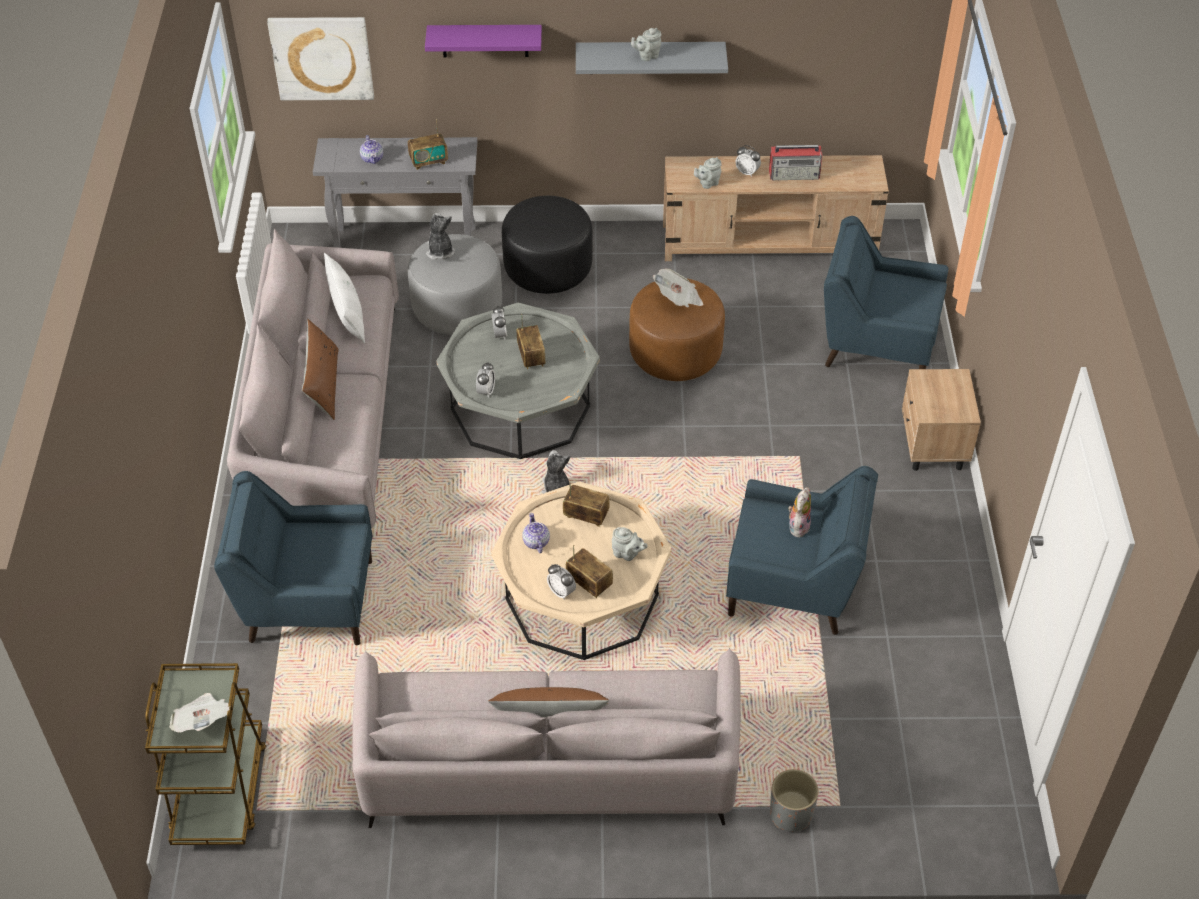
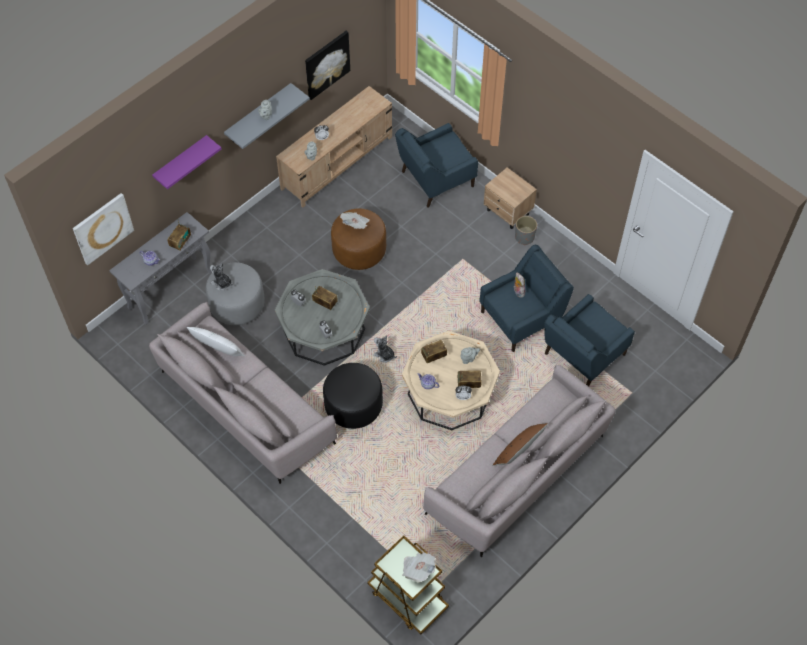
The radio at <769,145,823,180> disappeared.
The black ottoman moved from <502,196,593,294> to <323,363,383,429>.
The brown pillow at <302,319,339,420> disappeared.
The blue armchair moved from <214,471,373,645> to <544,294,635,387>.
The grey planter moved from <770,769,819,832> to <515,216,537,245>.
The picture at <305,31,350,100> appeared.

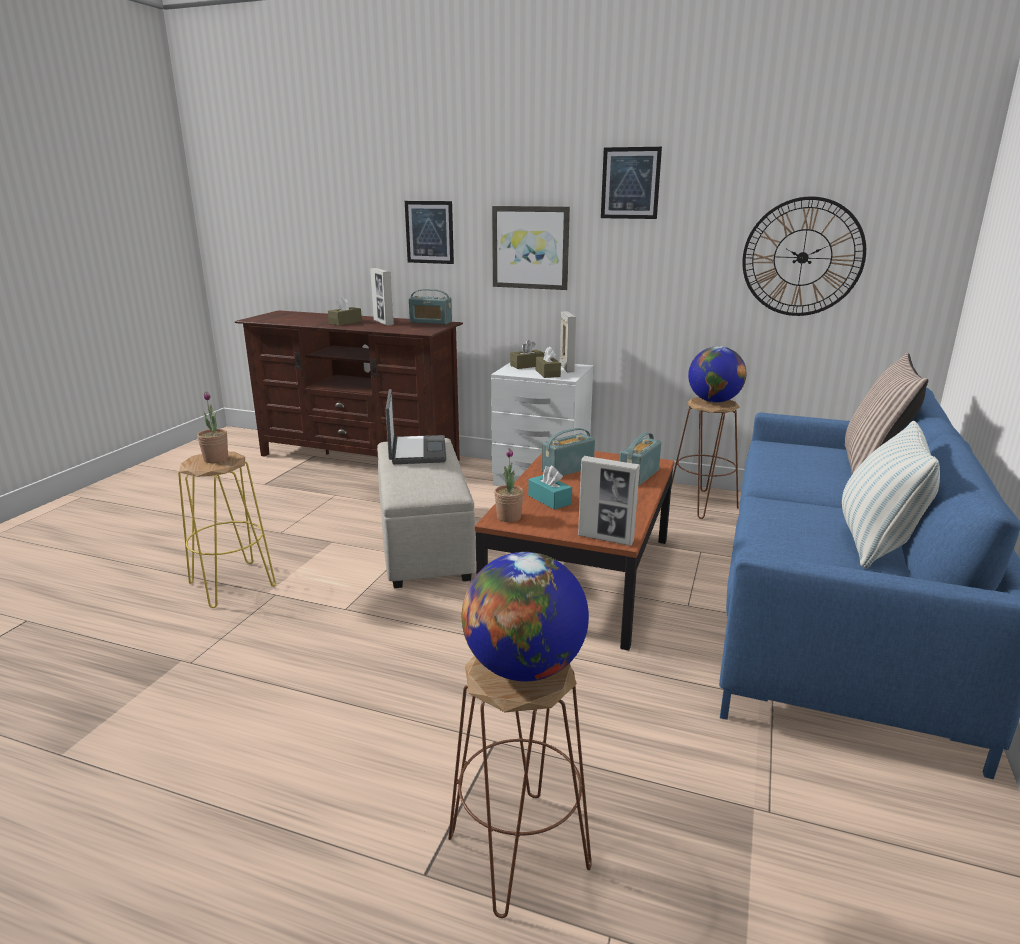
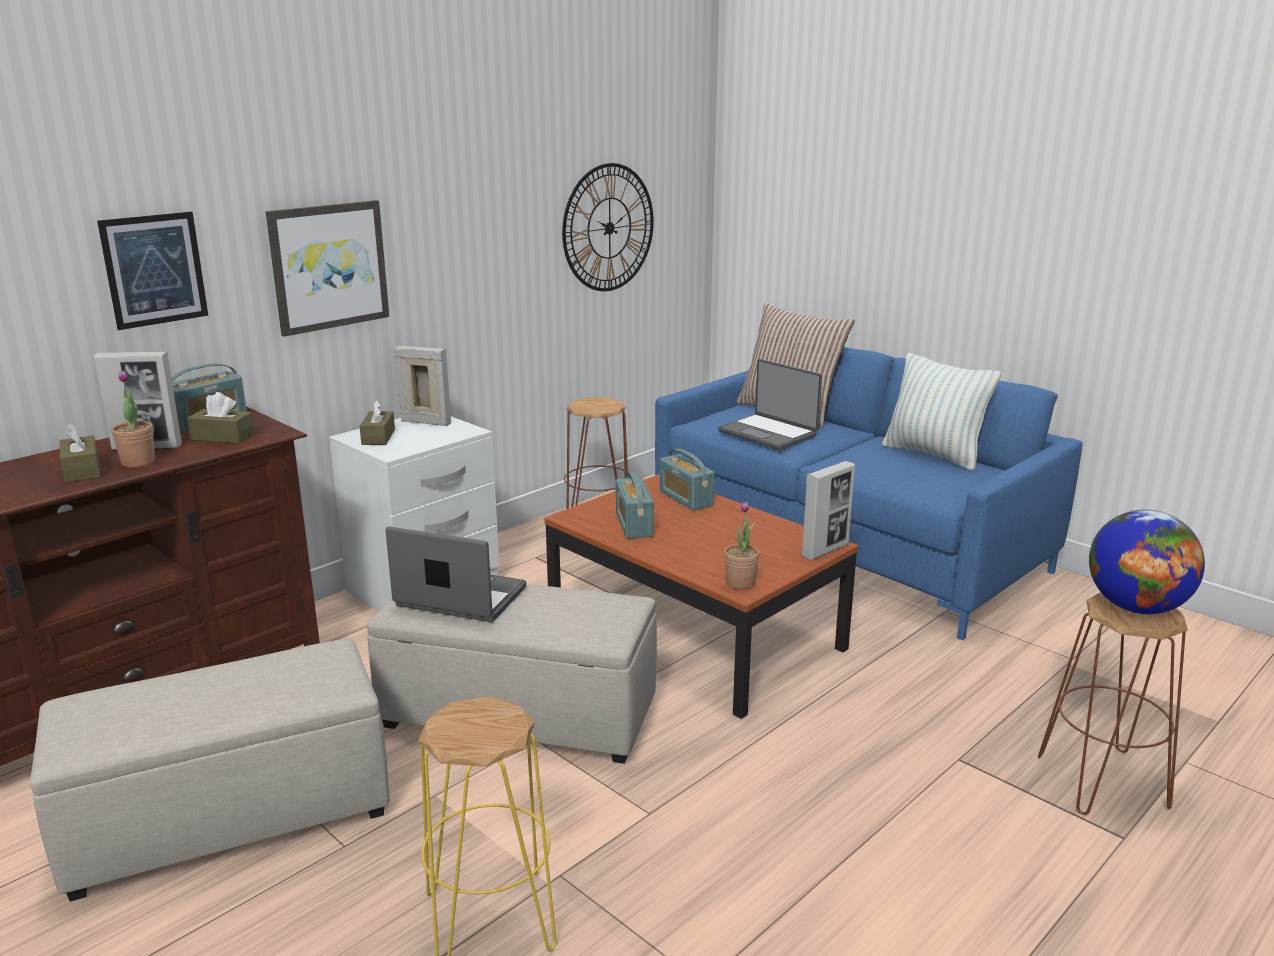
The picture at <601,147,662,219> disappeared.
The brown tissue box moved from <536,346,561,378> to <187,392,255,444>.
The globe at <688,346,746,403> disappeared.
The potted plant moved from <197,392,228,463> to <111,371,155,468>.
The turquoise tissue box at <528,465,572,510> disappeared.
The laptop at <718,359,822,450> appeared.
The beige ottoman at <30,639,390,901> appeared.

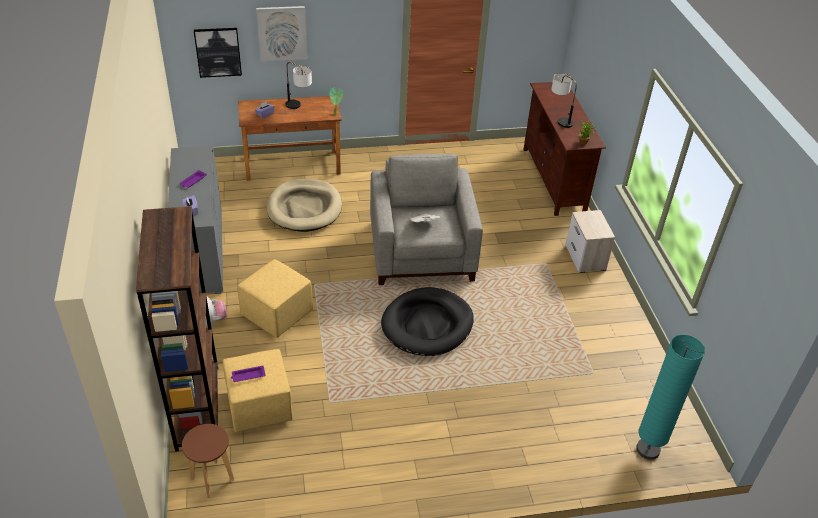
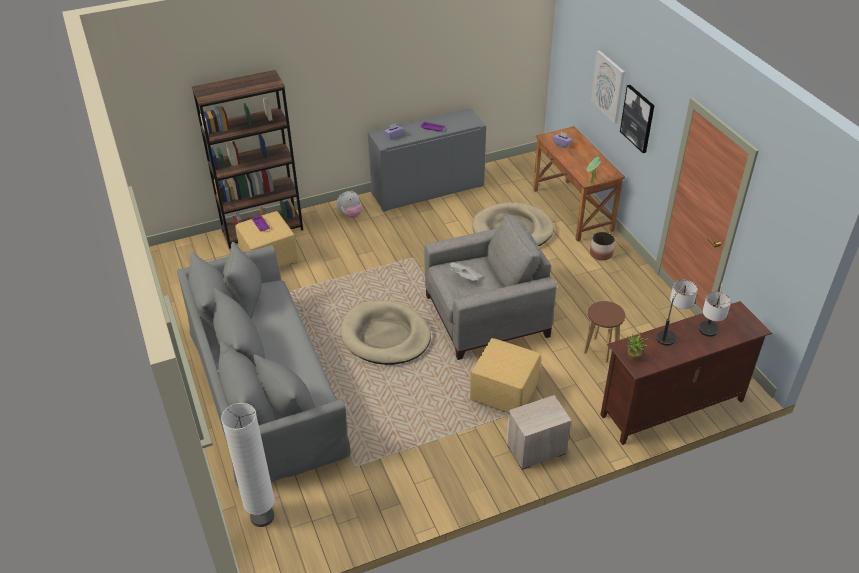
The picture moved from <194,28,242,78> to <620,85,654,153>.
The table lamp moved from <285,62,312,109> to <699,282,731,337>.
The yellow ottoman moved from <237,259,313,338> to <470,338,541,413>.
The black dog bed at <381,287,474,356> became the beige dog bed at <340,300,431,365>.
The turquoise floor lamp at <636,334,705,460> became the white floor lamp at <221,403,275,527>.
The brown stool moved from <182,424,234,498> to <584,301,625,362>.
The planter at <590,232,615,261> appeared.
The grey sofa at <177,242,351,488> appeared.

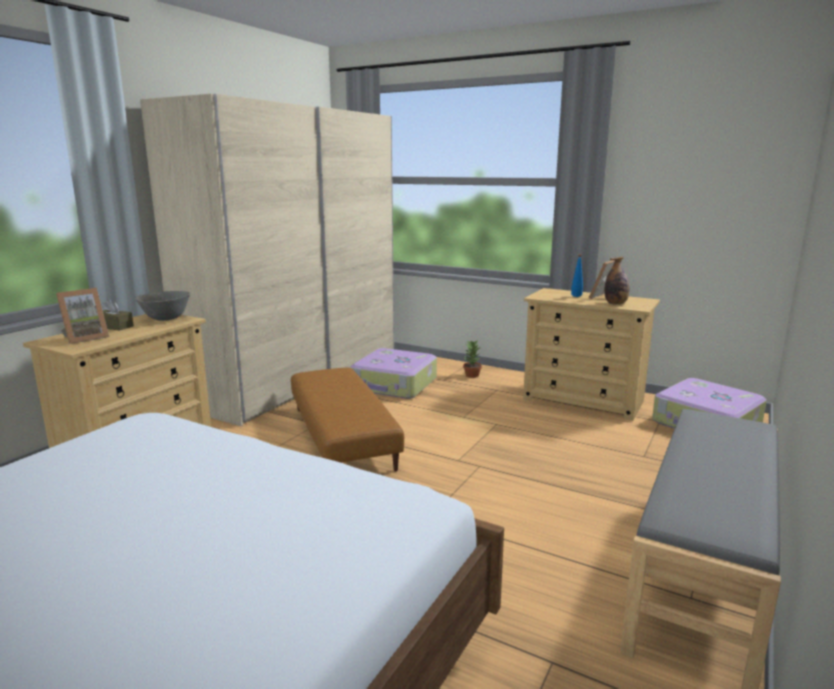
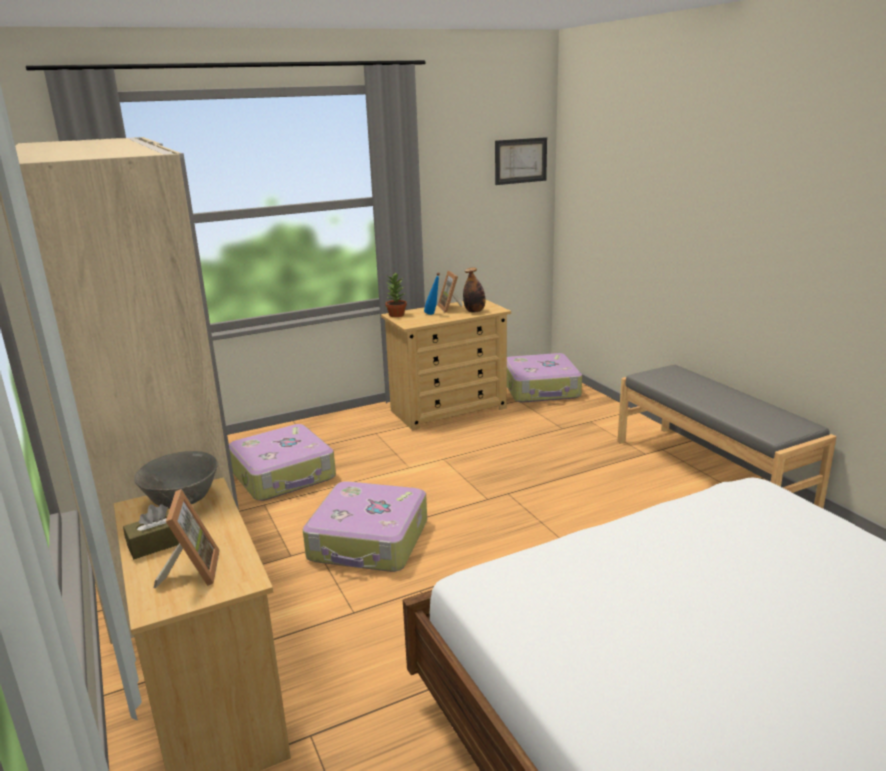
The potted plant moved from <463,341,482,378> to <385,272,407,317>.
The brown ottoman at <291,368,404,471> was replaced by the suitcase at <303,481,427,572>.
The picture at <495,137,547,185> appeared.

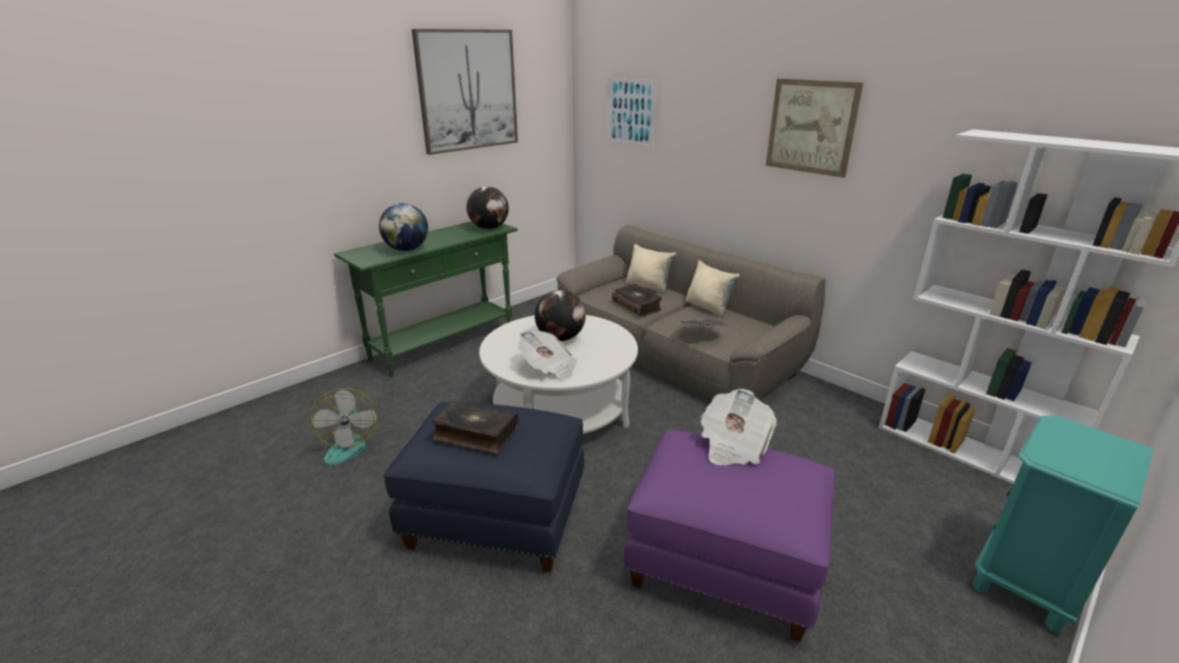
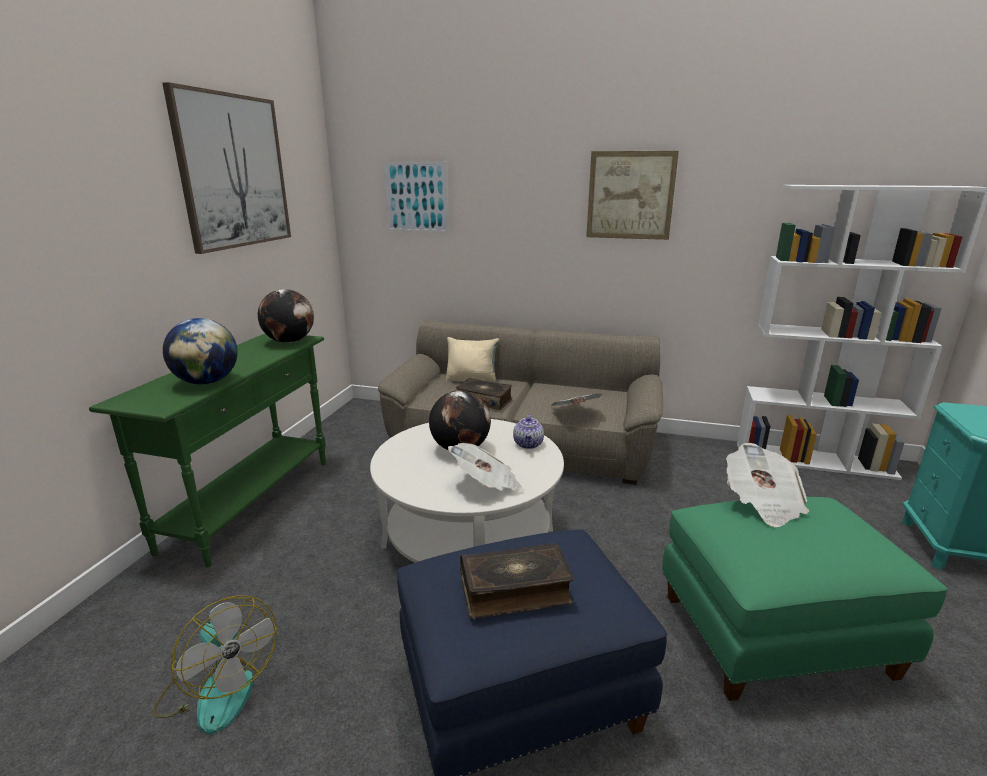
The beige pillow at <685,260,740,318> disappeared.
The purple ottoman at <624,430,835,642> became the green ottoman at <662,497,948,701>.
The teapot at <513,414,544,449> appeared.

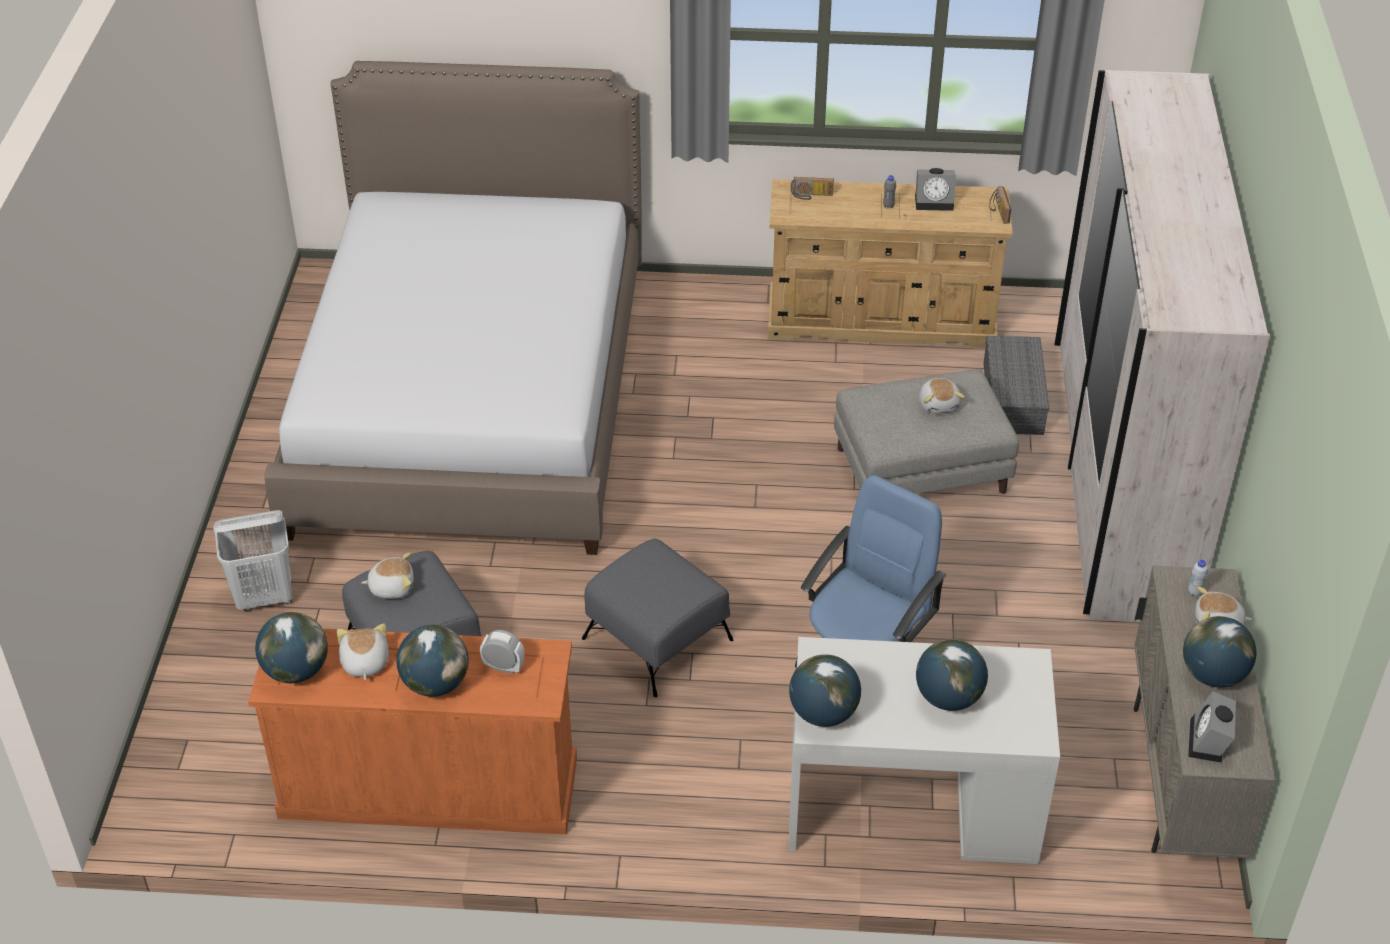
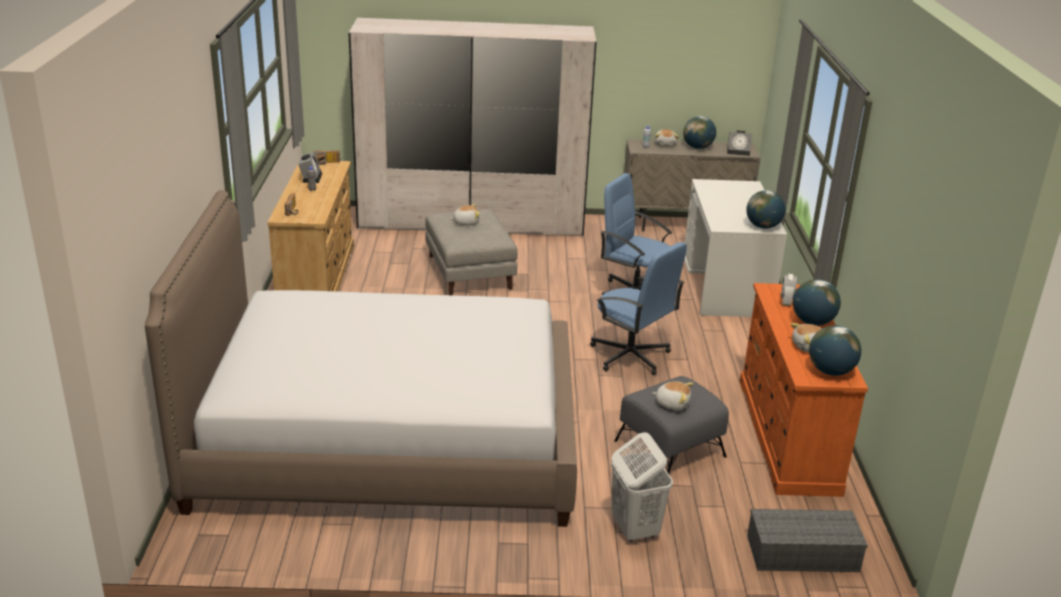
The grey storage box moved from <983,336,1049,435> to <747,509,868,572>.
The grey ottoman at <582,538,733,697> was replaced by the blue office chair at <590,242,687,375>.
The plush toy at <361,553,414,599> turned 120 degrees clockwise.
The globe at <916,639,988,711> disappeared.

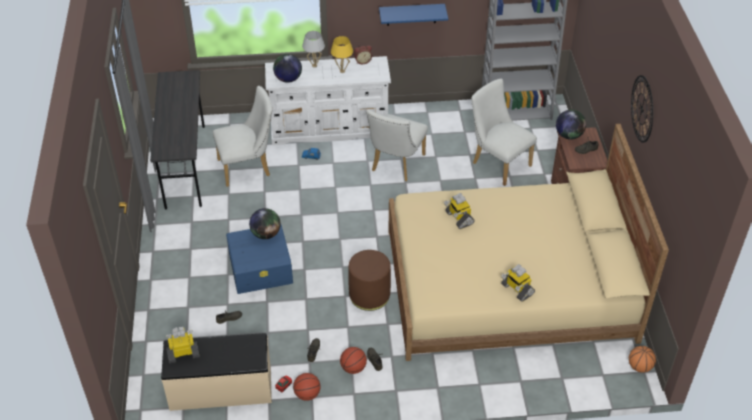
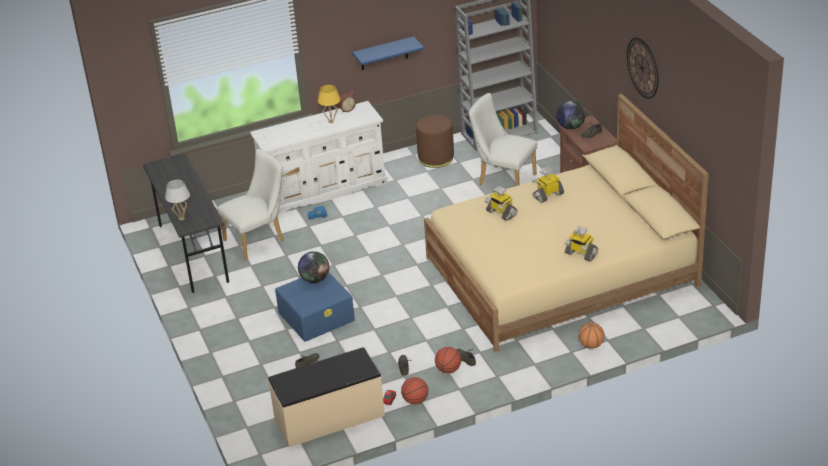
The white table lamp moved from <302,31,325,68> to <165,179,190,220>.
The globe at <273,54,302,83> disappeared.
The white chair at <366,110,428,181> disappeared.
The brown ottoman moved from <348,250,391,311> to <416,115,454,168>.
The toy robot moved from <166,327,200,363> to <532,167,564,203>.
The basketball moved from <629,346,656,373> to <578,322,605,349>.

